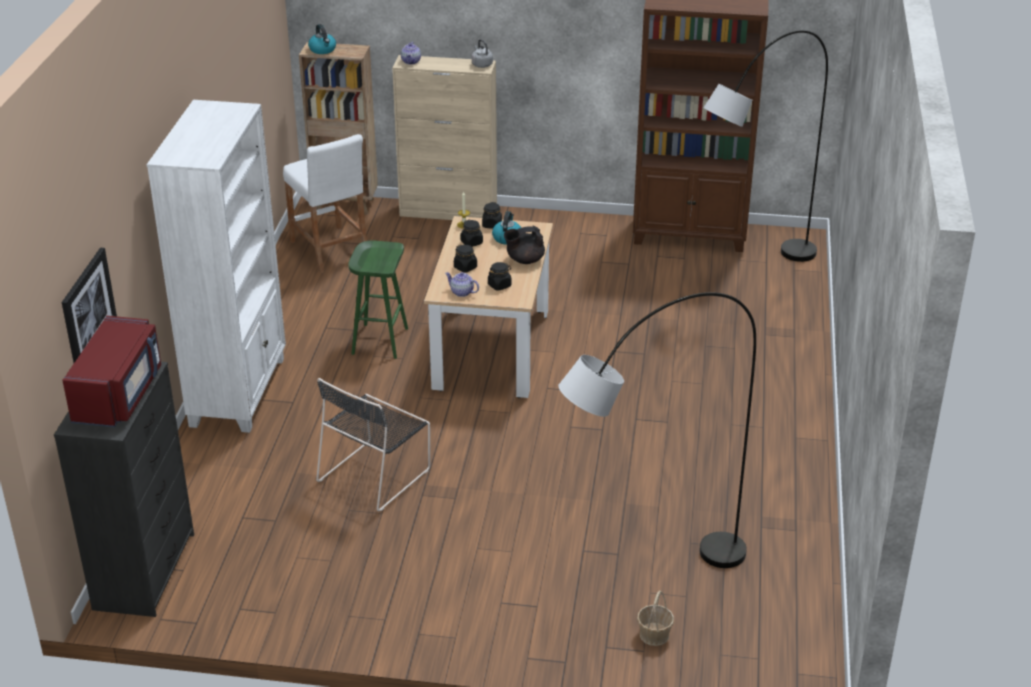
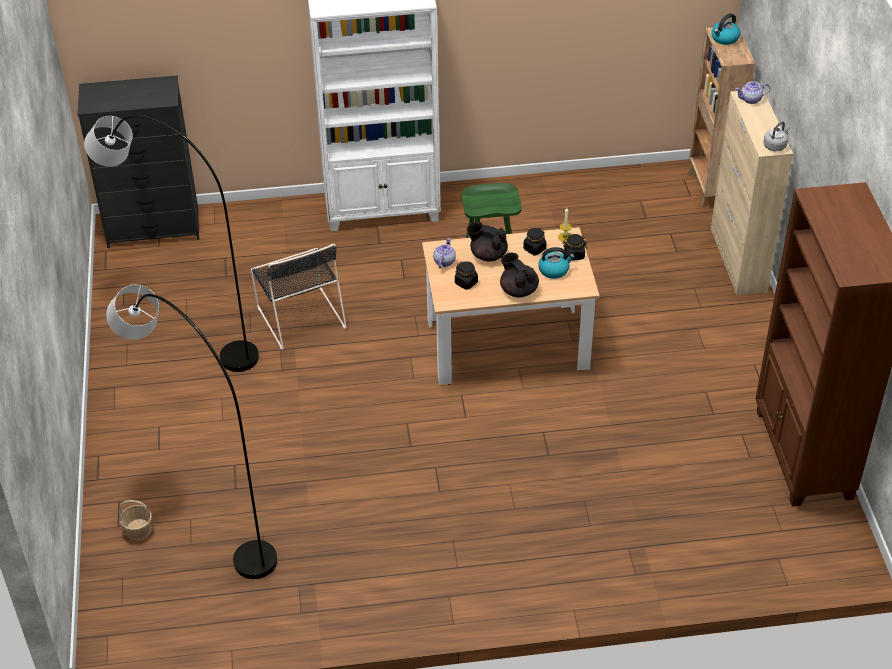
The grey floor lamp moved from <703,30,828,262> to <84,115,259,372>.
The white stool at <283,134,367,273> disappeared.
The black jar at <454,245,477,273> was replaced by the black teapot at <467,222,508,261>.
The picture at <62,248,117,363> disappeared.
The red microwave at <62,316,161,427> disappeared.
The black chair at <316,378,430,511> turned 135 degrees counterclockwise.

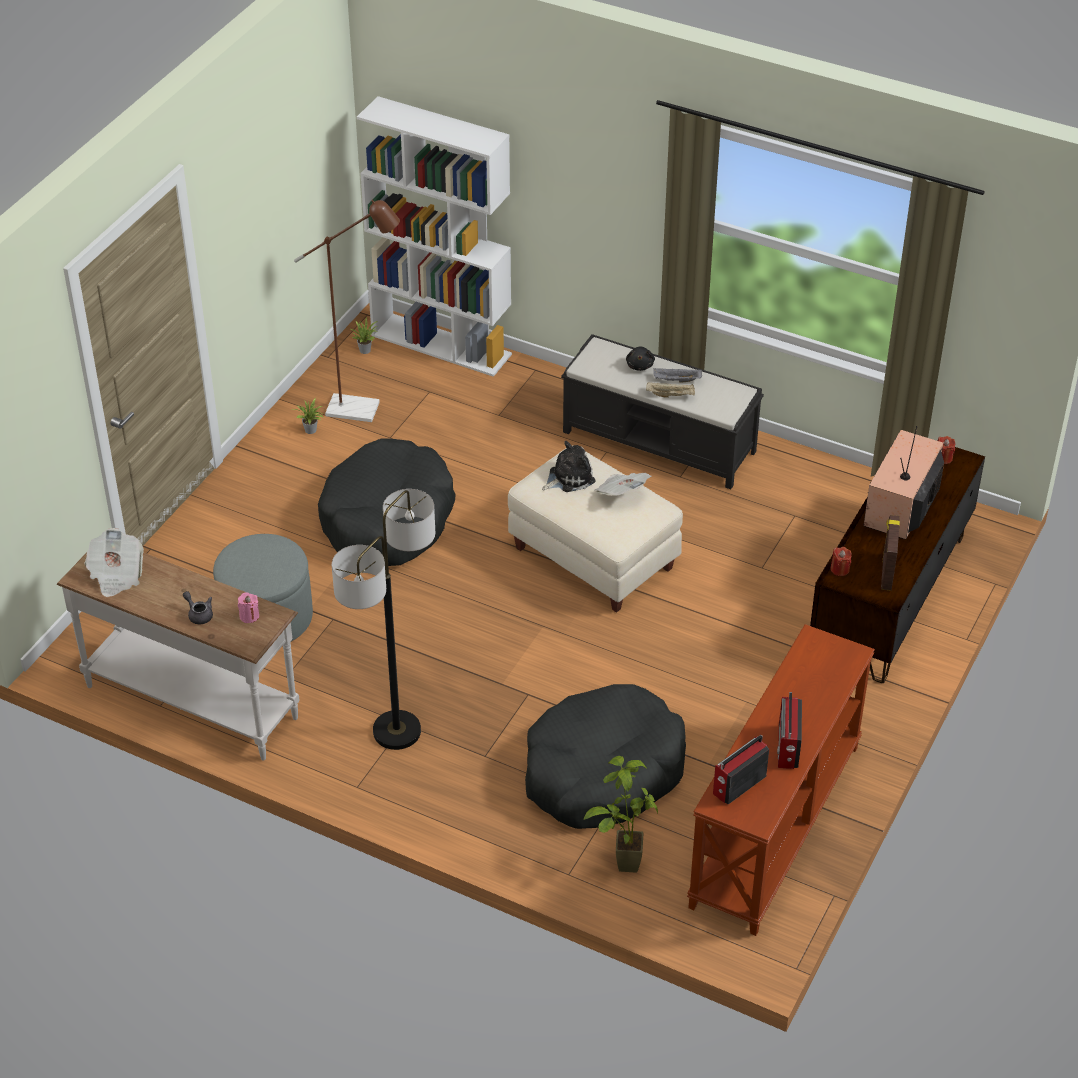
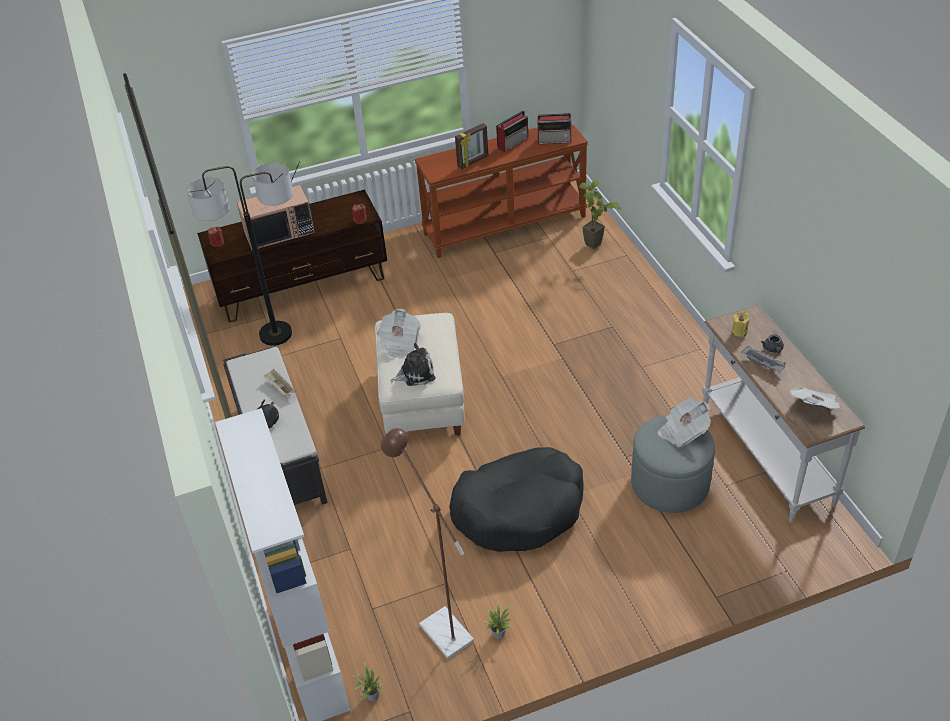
The grey tray moved from <653,368,702,383> to <741,346,786,373>.
The plush toy at <542,441,596,492> turned 150 degrees clockwise.
The floor lamp moved from <332,489,435,750> to <187,163,293,346>.
The picture frame moved from <881,515,900,591> to <455,123,488,169>.
The pink candle at <238,592,259,623> became the yellow candle at <732,312,750,337>.
The black dog bed at <525,684,686,829> disappeared.
The newspaper at <658,398,711,447> appeared.

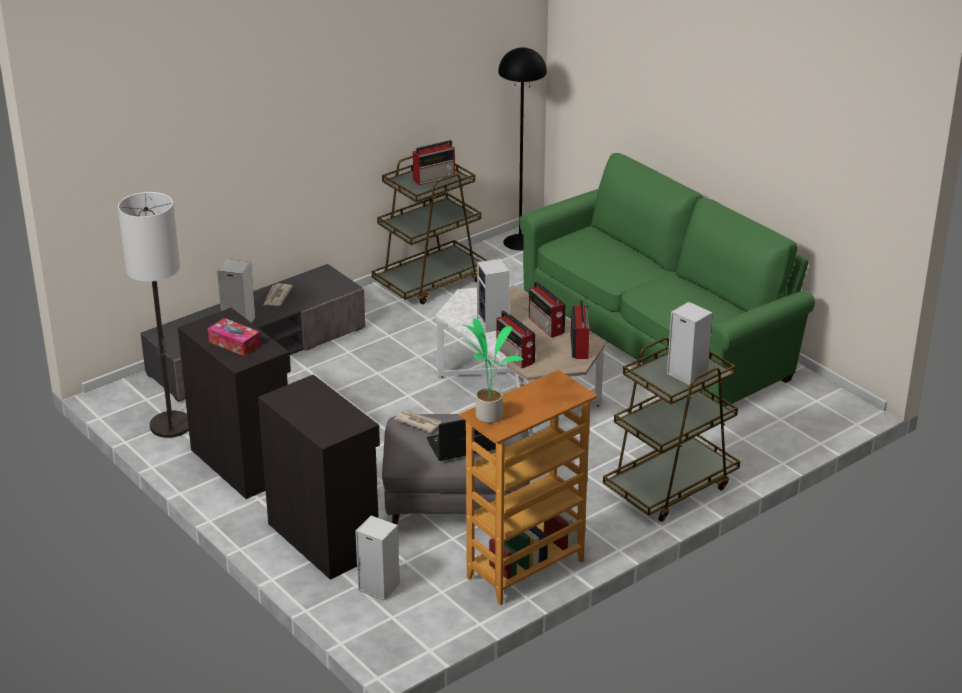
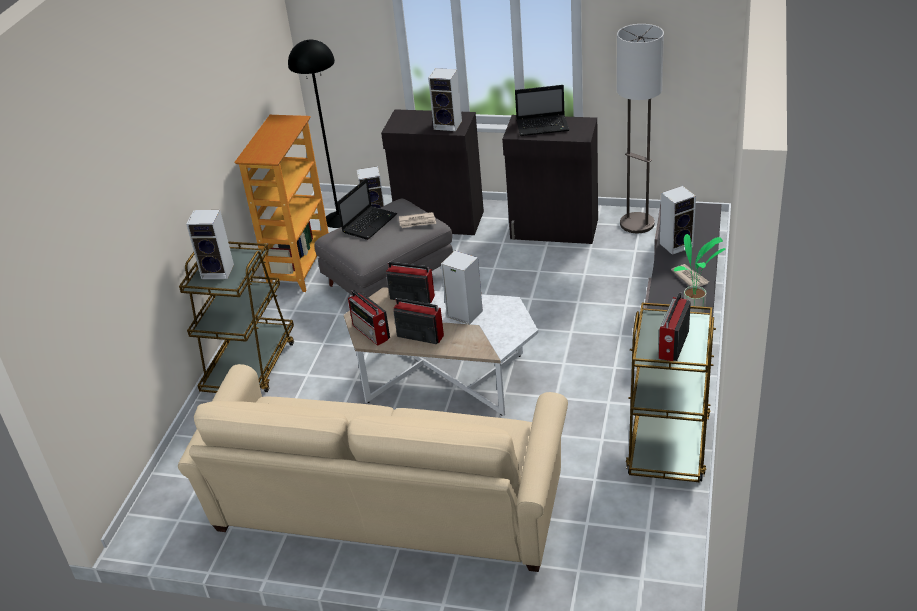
The black floor lamp moved from <498,47,547,251> to <288,40,341,228>.
The green sofa at <519,153,815,407> became the beige sofa at <178,364,568,572>.
The tissue box at <208,318,261,356> was replaced by the laptop at <515,85,569,136>.
The potted plant moved from <462,318,523,423> to <674,234,725,313>.
The speaker at <428,68,462,131> appeared.

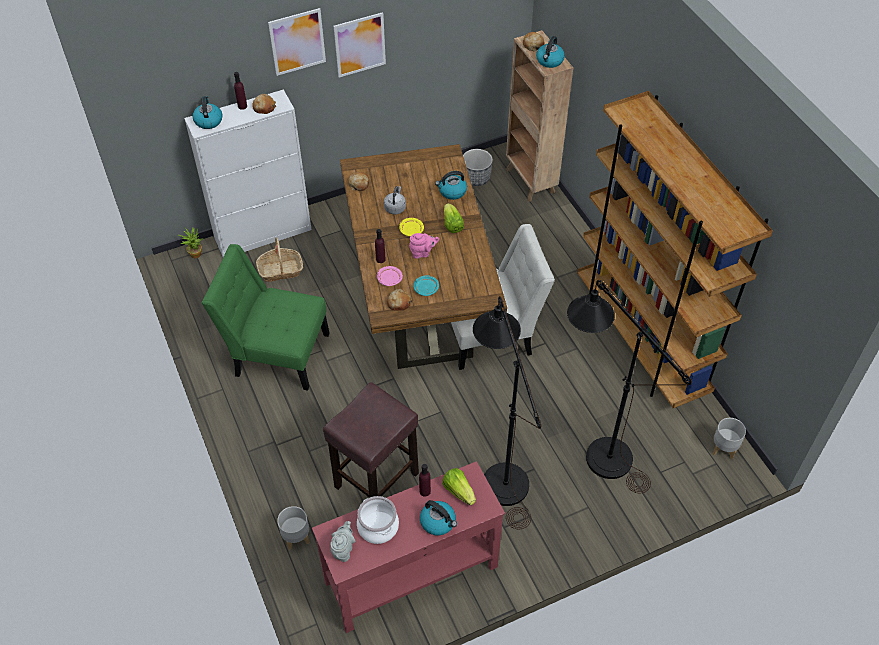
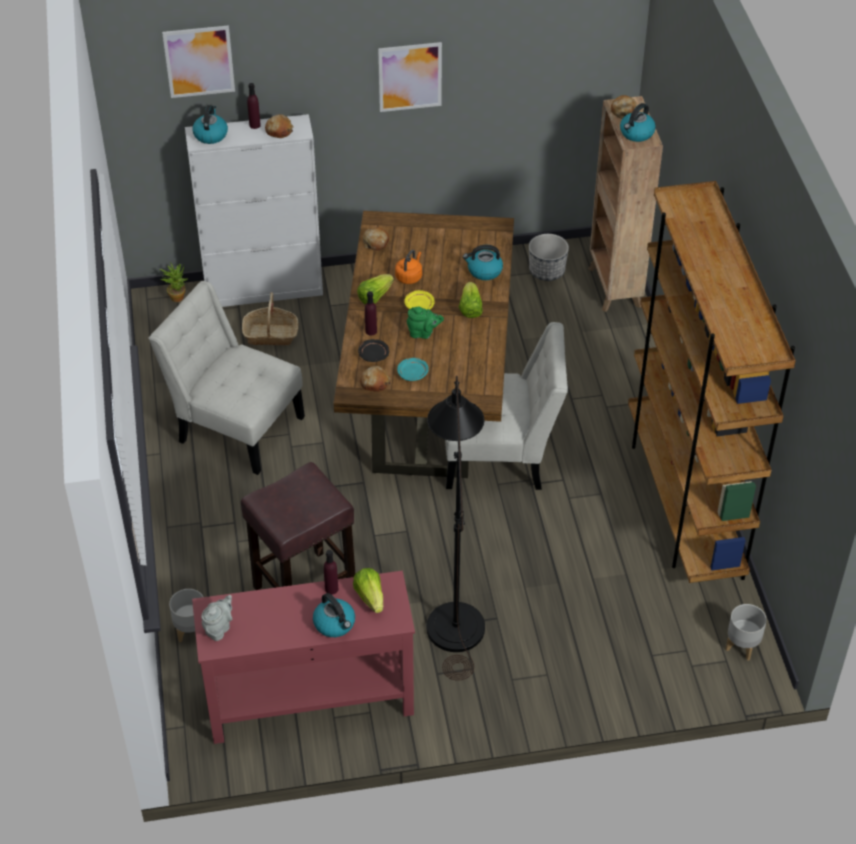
The picture moved from <268,8,326,76> to <162,25,235,98>.
The grey kettle at <384,186,406,214> became the orange kettle at <395,250,422,284>.
The pink teapot at <409,233,439,259> became the green teapot at <407,306,444,339>.
The green chair at <202,244,330,391> became the white chair at <148,281,305,475>.
The pink plate at <377,266,403,286> became the black plate at <358,339,389,362>.
The black floor lamp at <567,280,692,493> disappeared.
The cooking pot at <357,496,399,544> disappeared.
The lettuce at <357,274,394,304> appeared.

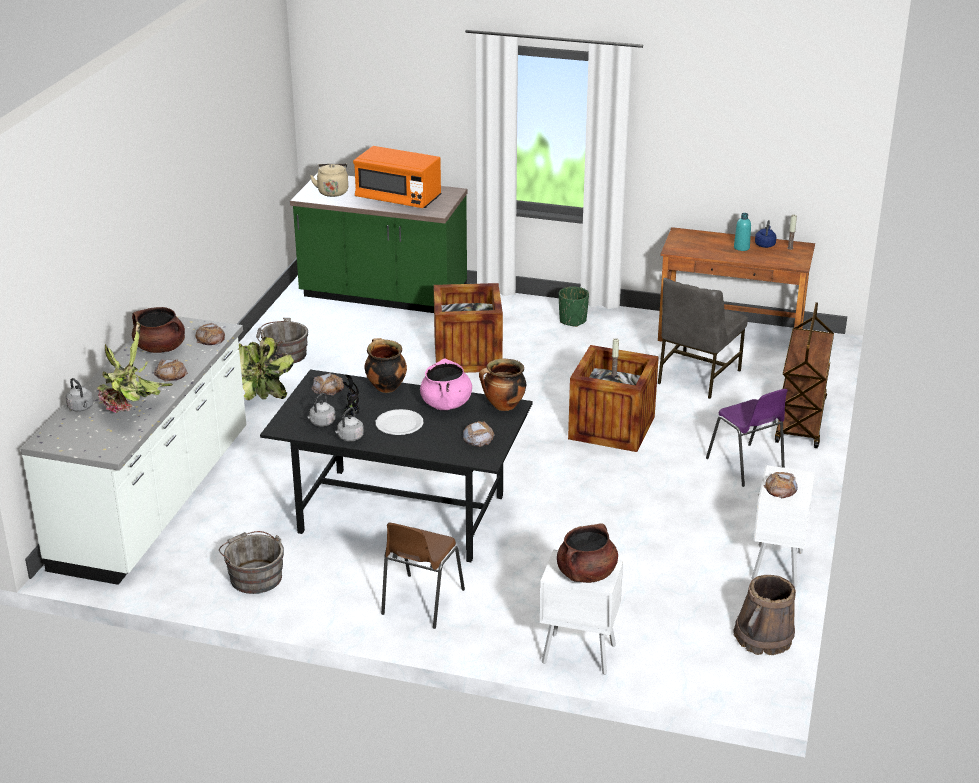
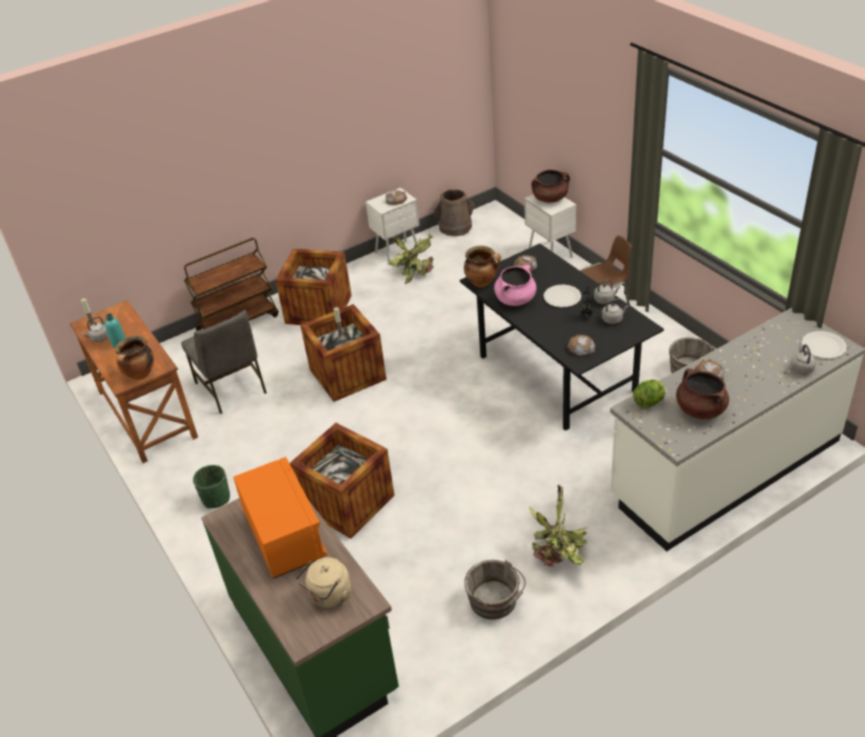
The blue kettle at <755,220,776,248> became the grey kettle at <81,316,109,342>.
The grey chair at <658,278,748,399> turned 75 degrees clockwise.
The potted plant moved from <97,322,173,413> to <389,234,434,284>.
The bread at <195,323,225,345> was replaced by the lettuce at <633,380,665,408>.
The cooking pot moved from <365,338,407,393> to <115,336,154,380>.
The purple chair at <706,389,788,487> was replaced by the crate at <275,249,352,325>.
The white plate at <801,331,847,359> appeared.

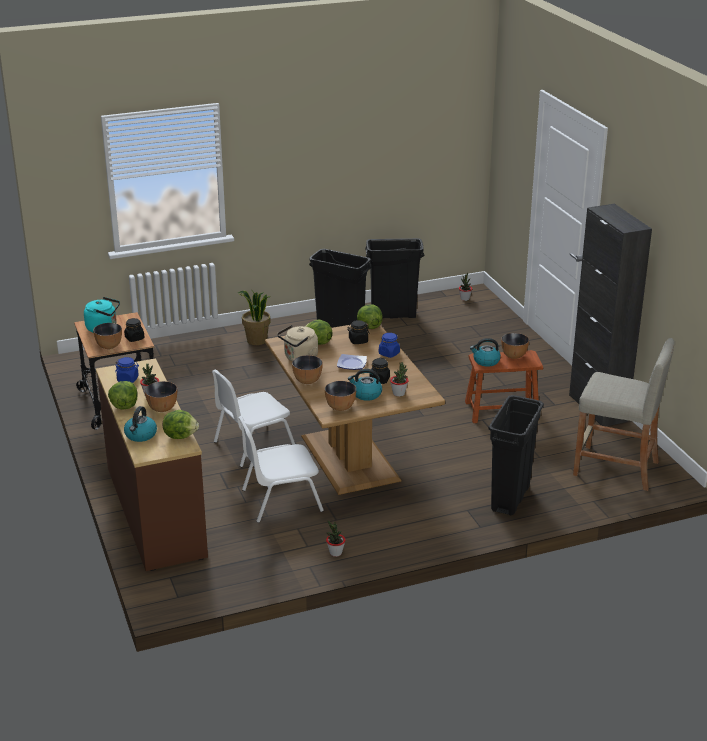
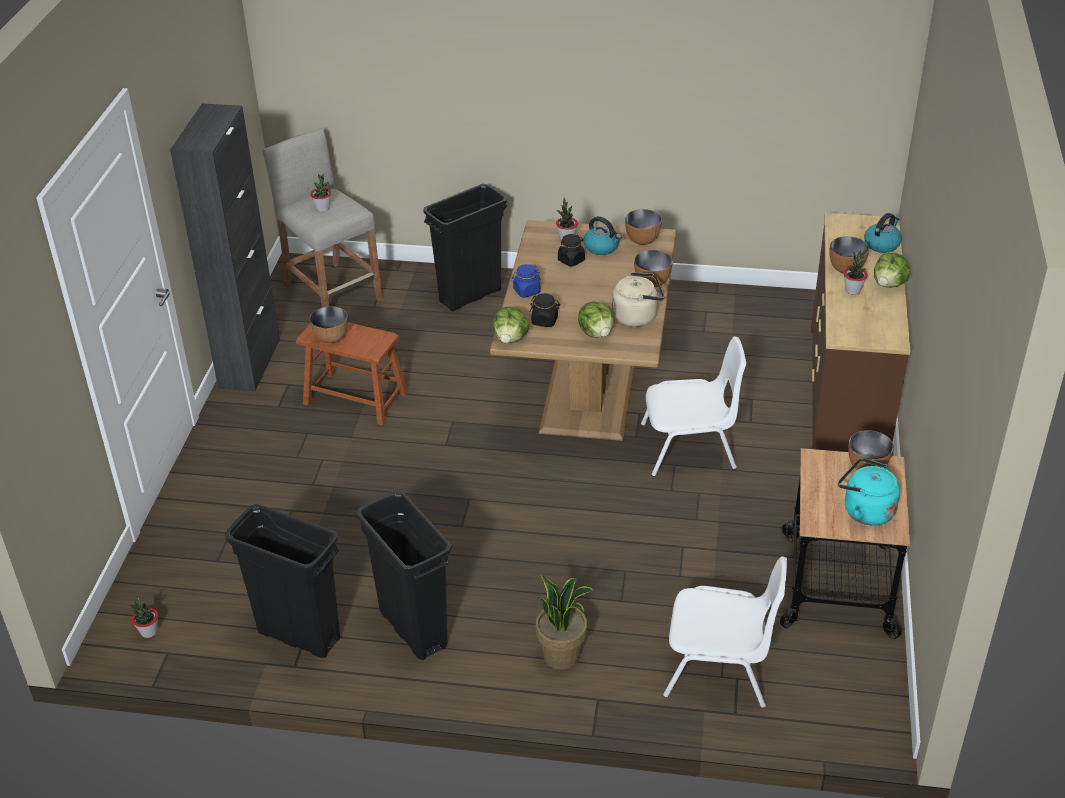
The black jar at <124,318,144,342> disappeared.
The kettle at <470,338,501,367> disappeared.
The plate at <337,354,367,370> disappeared.
The blue jar at <115,357,139,383> disappeared.
The lettuce at <163,410,199,439> disappeared.
The white chair moved from <238,416,324,523> to <663,556,787,708>.
The potted plant moved from <326,520,345,557> to <310,174,331,212>.

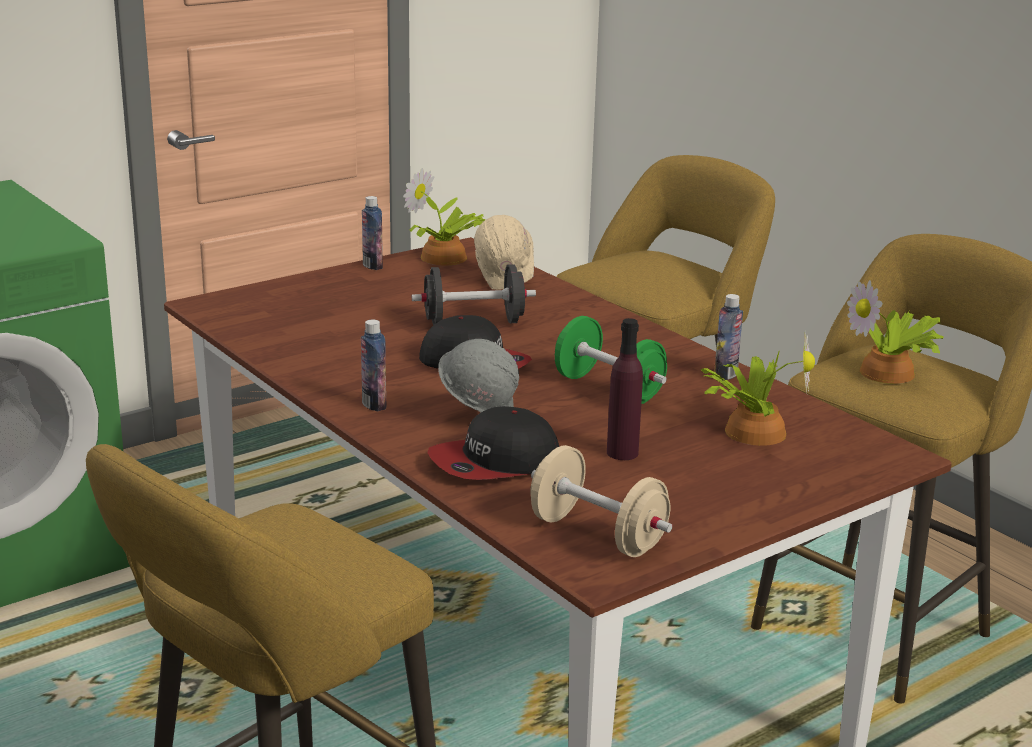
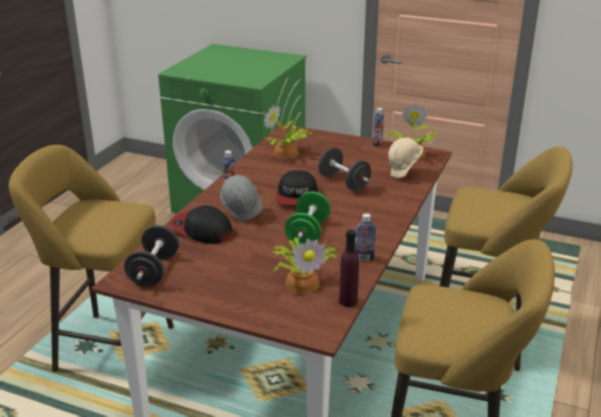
The potted plant moved from <847,280,943,384> to <264,105,313,159>.
The purple bottle moved from <607,318,643,460> to <339,230,359,307>.
The beige dumbbell at <530,445,672,557> became the black dumbbell at <124,225,179,287>.

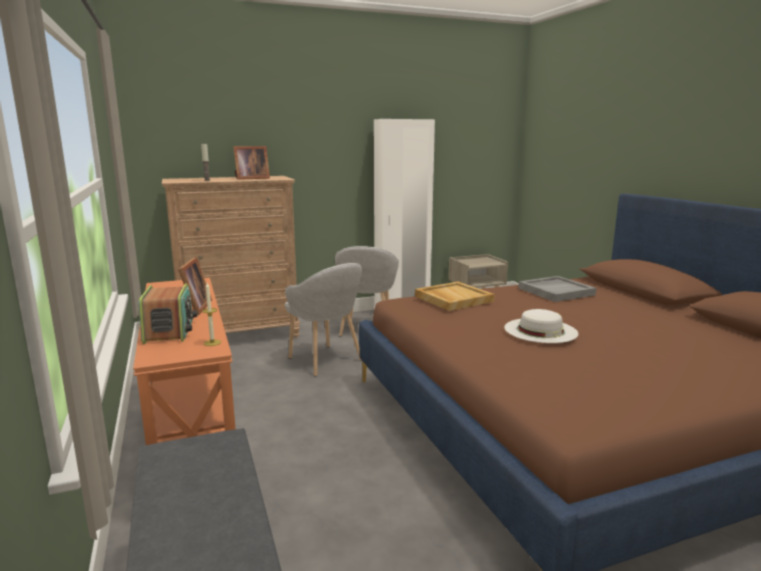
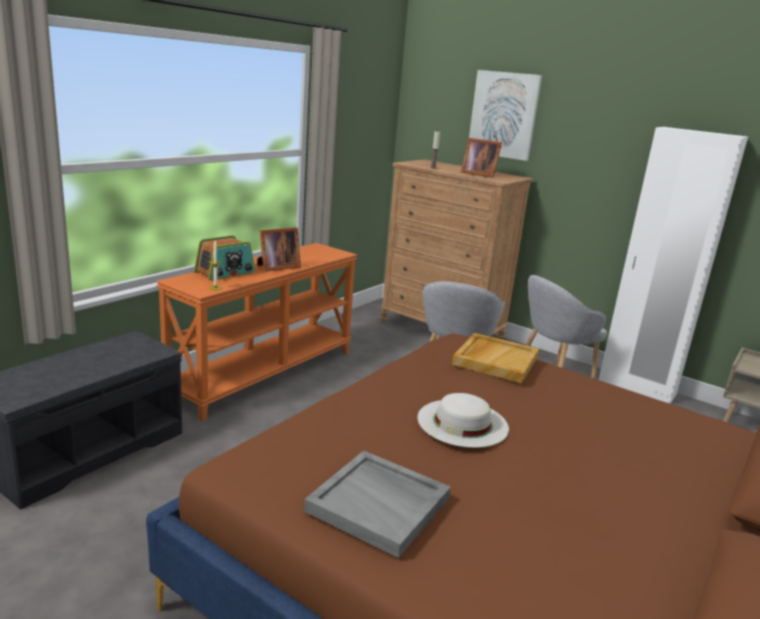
The grey tray moved from <518,276,597,302> to <304,451,451,558>.
The picture at <469,70,542,161> appeared.

